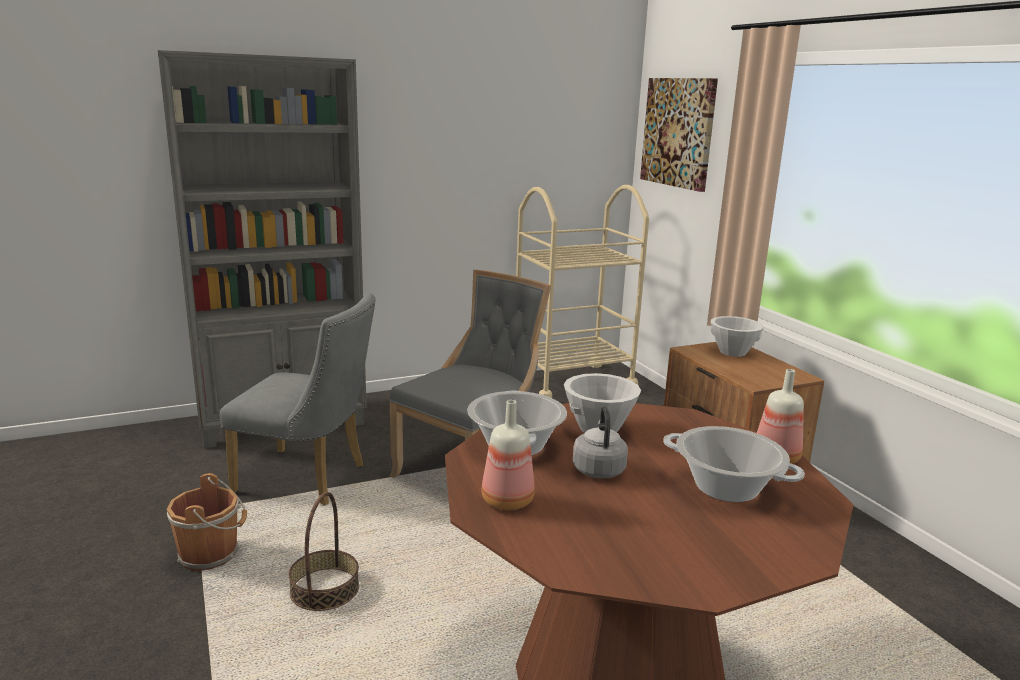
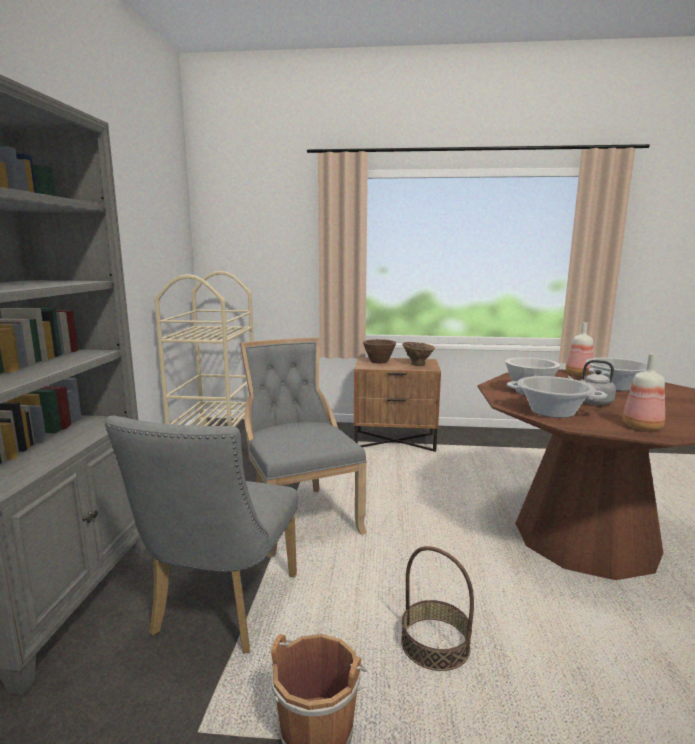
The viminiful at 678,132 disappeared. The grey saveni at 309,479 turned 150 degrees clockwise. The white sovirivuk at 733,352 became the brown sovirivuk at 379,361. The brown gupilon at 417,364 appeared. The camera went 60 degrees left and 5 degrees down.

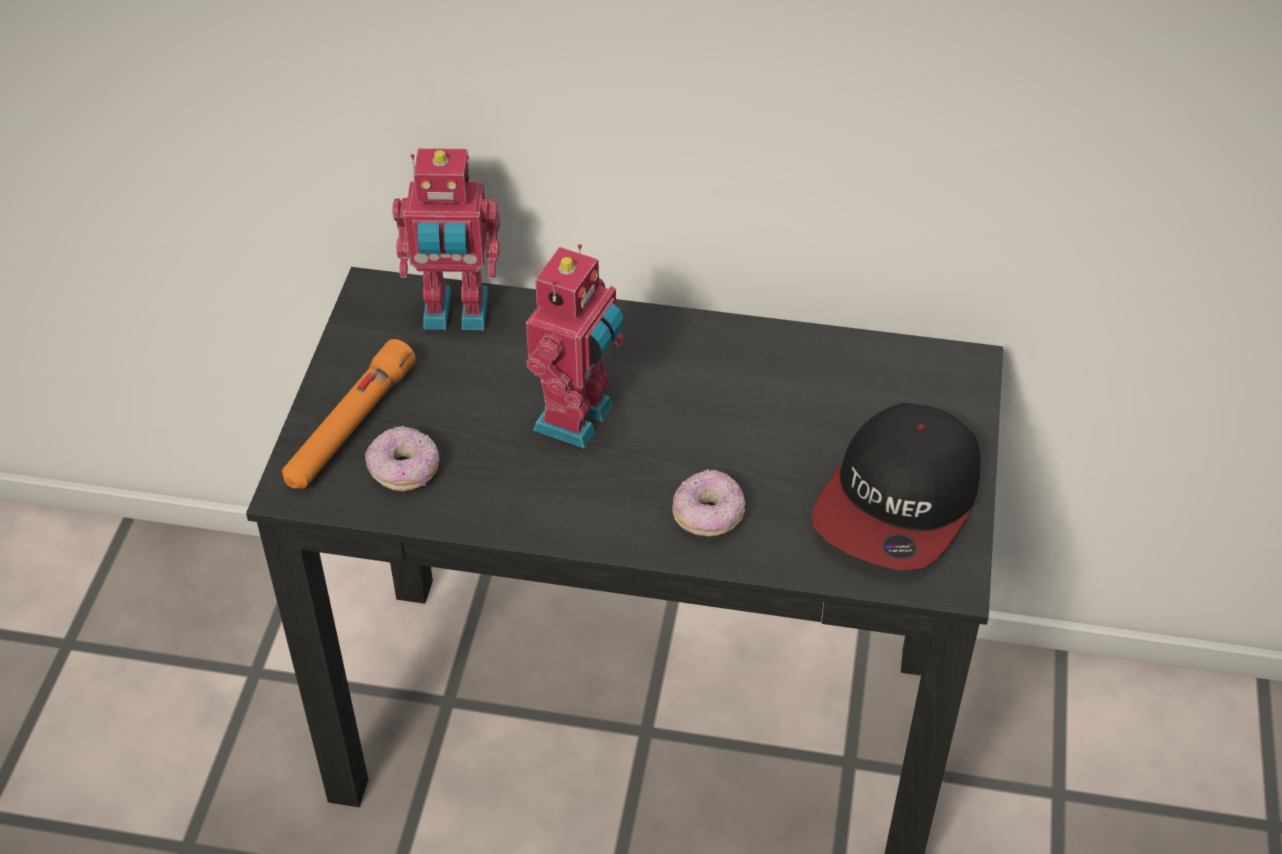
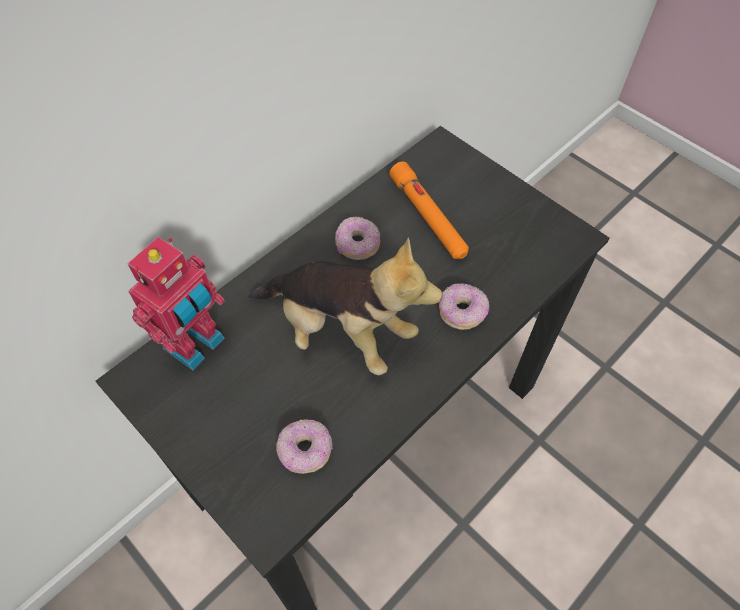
The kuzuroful at 578,420 was replaced by the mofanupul at 341,331. The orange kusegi moved from 350,426 to 428,217. The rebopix at 899,502 disappeared. The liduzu at 357,245 appeared. The camera went 55 degrees left and 10 degrees up.

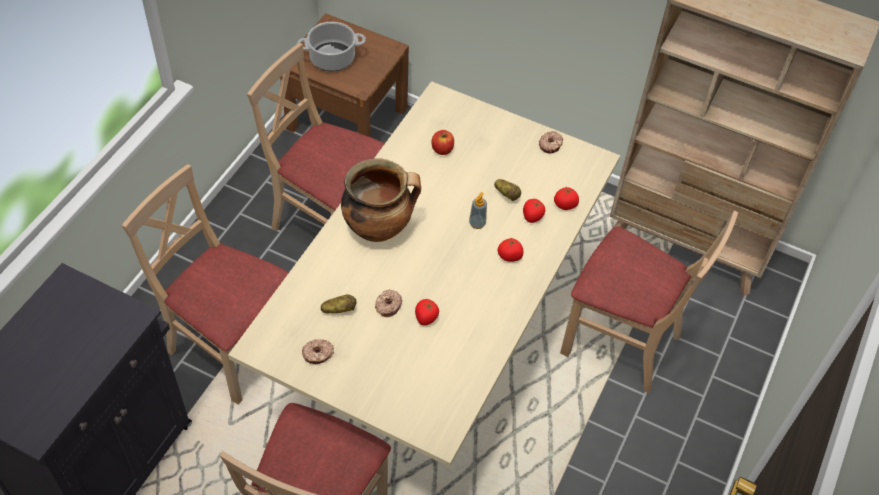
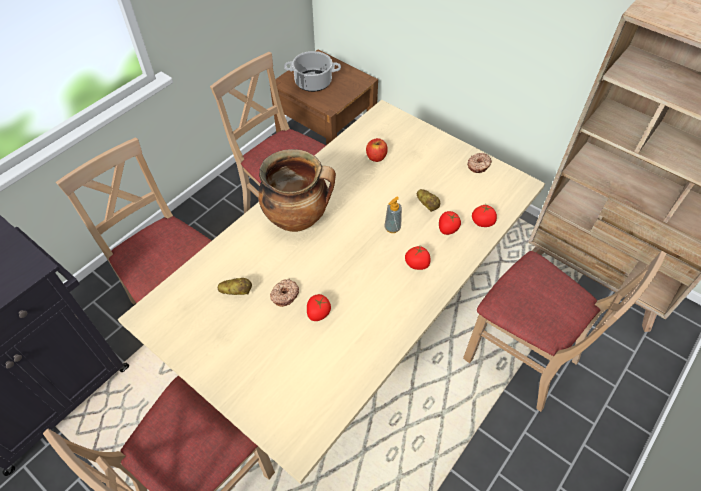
The liduzu at 318,354 disappeared. The camera went 15 degrees right and 0 degrees up.

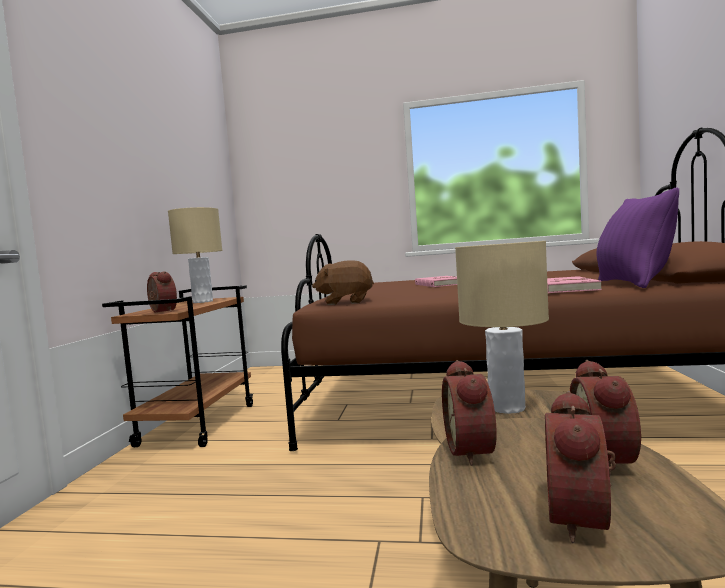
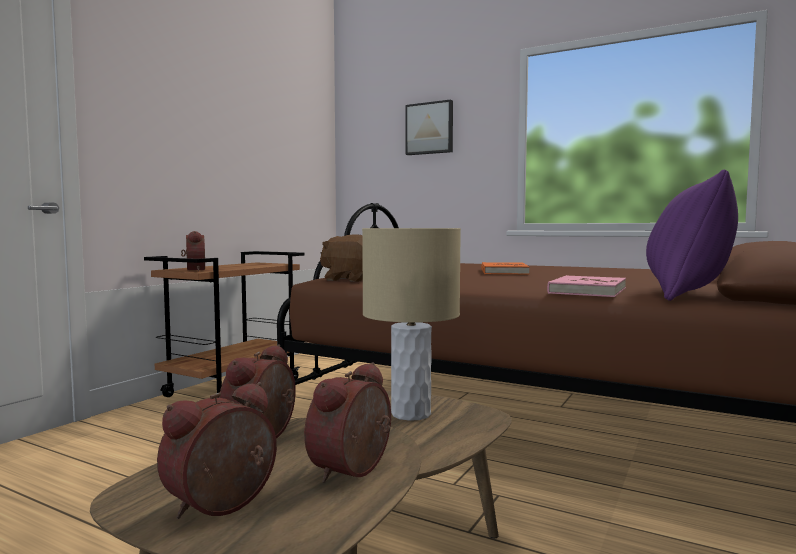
The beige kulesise at 202,302 disappeared. The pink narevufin at 440,284 became the orange narevufin at 503,272. The viminiful at 430,128 appeared. The camera went 20 degrees right and 0 degrees up.

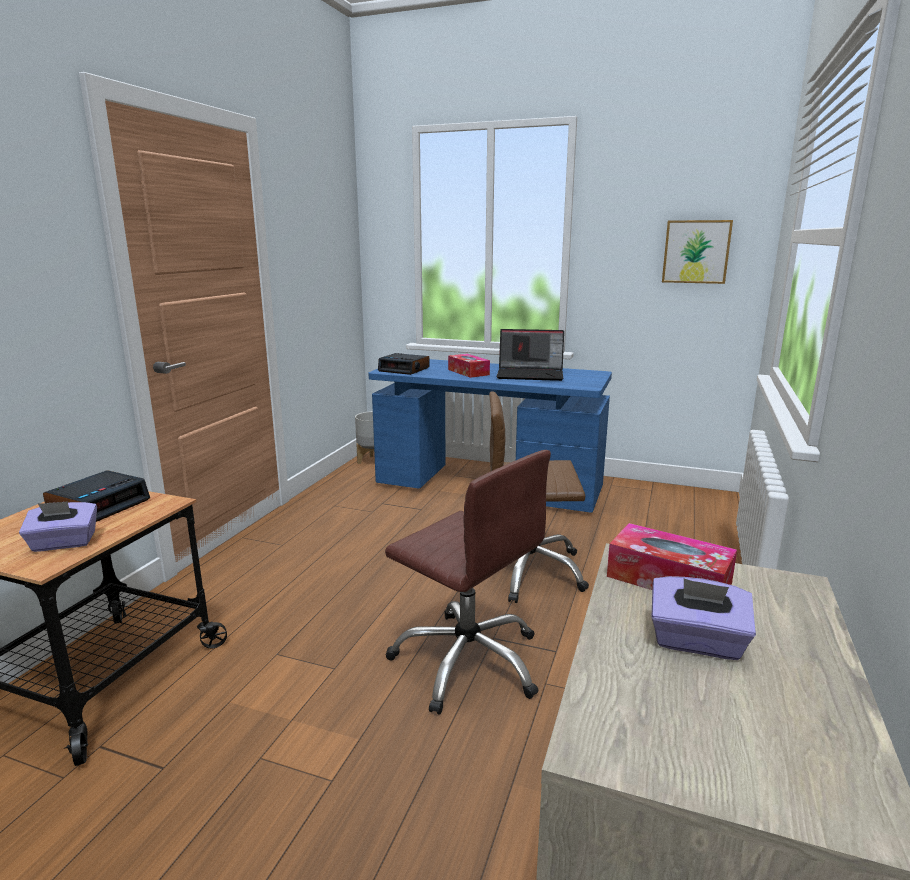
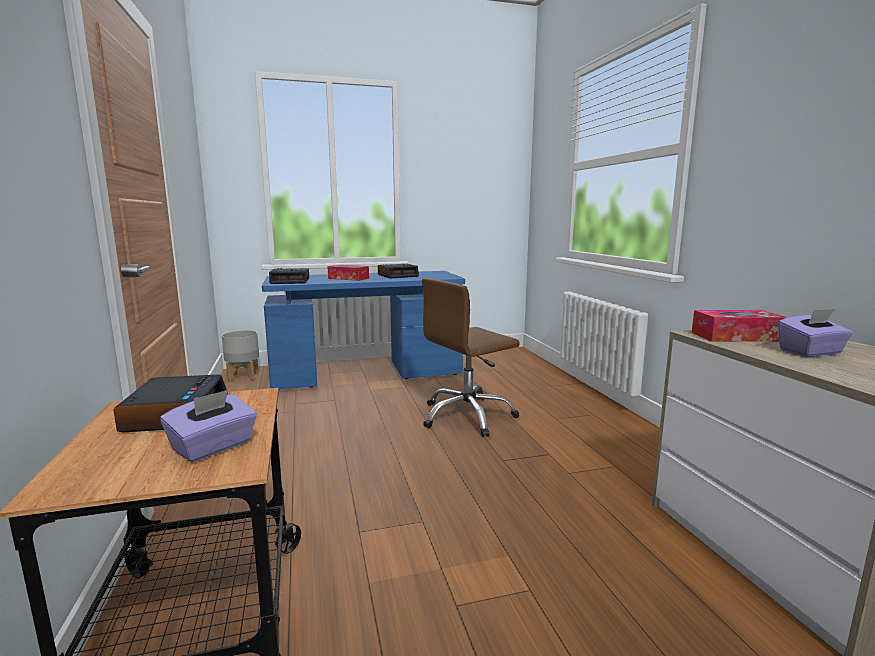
The viminiful at 696,251 disappeared. The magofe at 531,374 was replaced by the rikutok at 398,275. The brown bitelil at 468,661 disappeared. The camera went 35 degrees left and 5 degrees down.

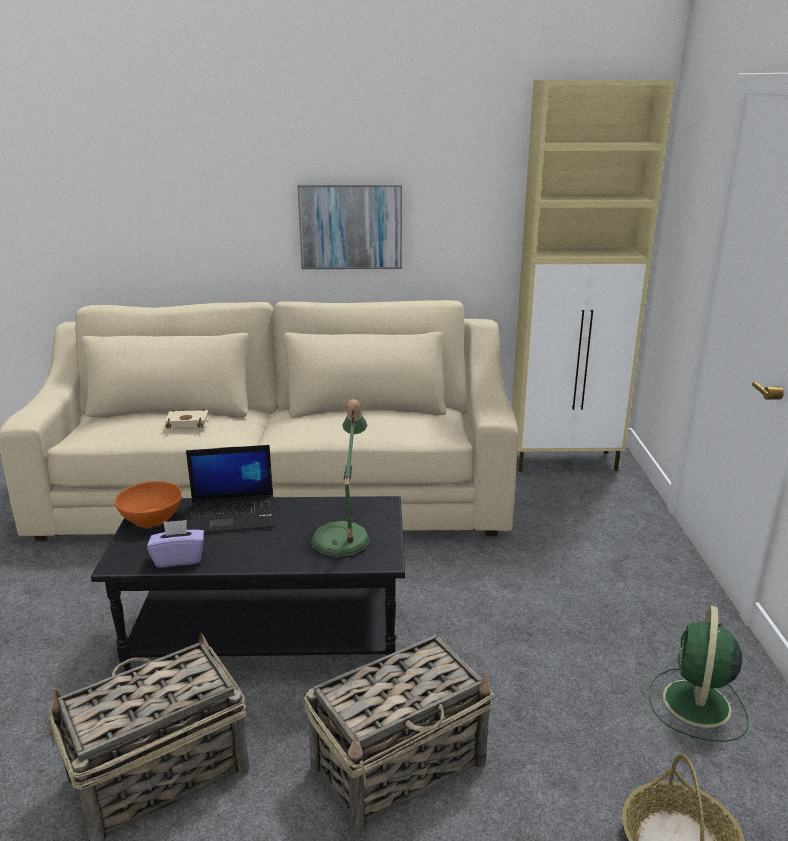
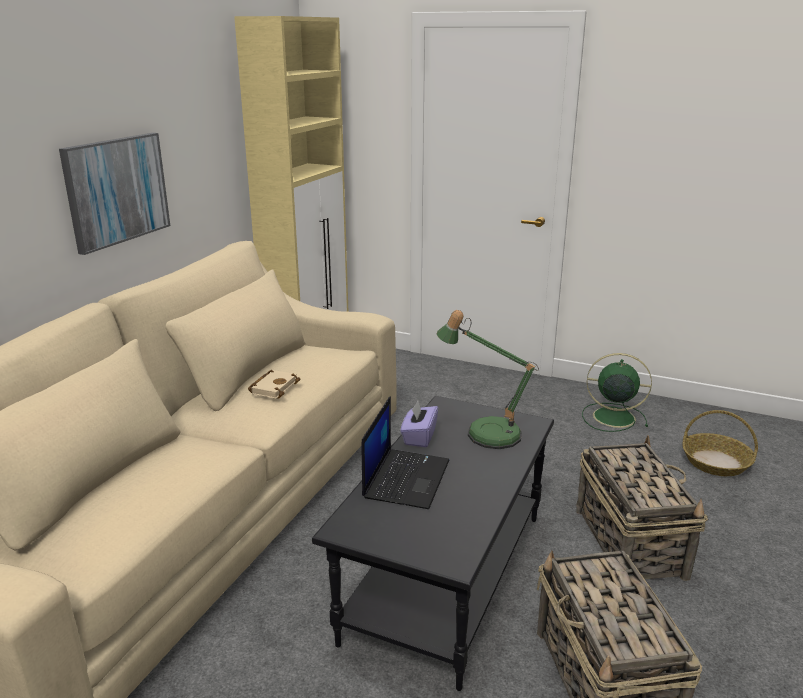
The beige narevufin moved from 189,421 to 273,387. The orange sovirivuk at 151,518 disappeared. The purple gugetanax moved from 179,558 to 419,437. The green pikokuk at 696,705 turned 150 degrees clockwise. The camera went 65 degrees left and 0 degrees up.

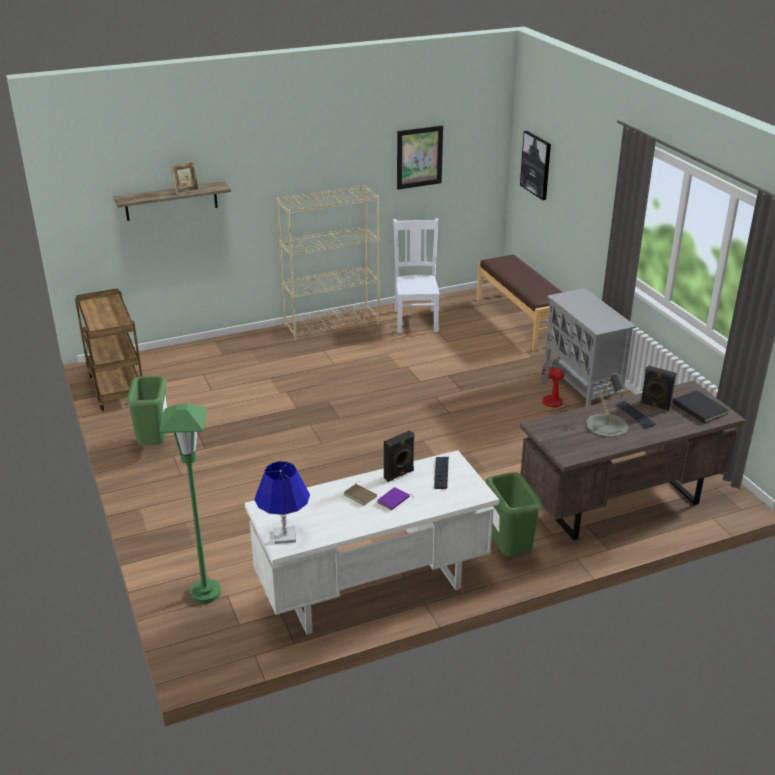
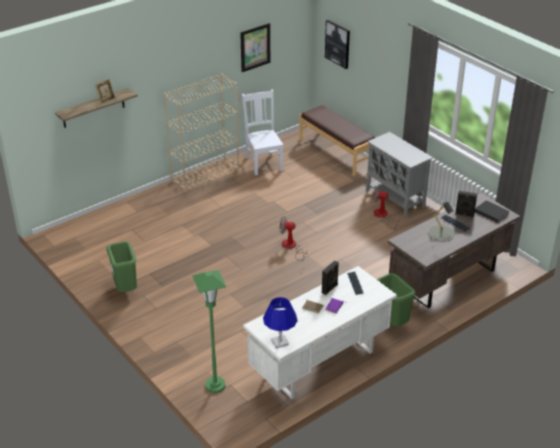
The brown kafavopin at 115,388 disappeared. The pikokuk at 291,247 appeared. The camera went 15 degrees left and 5 degrees up.

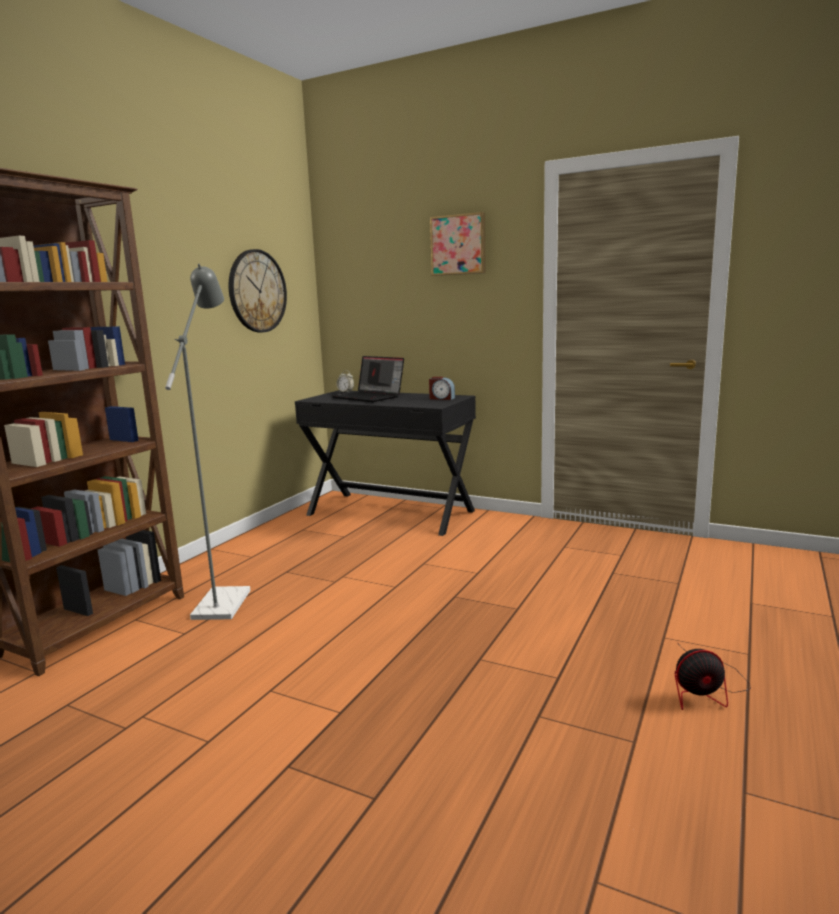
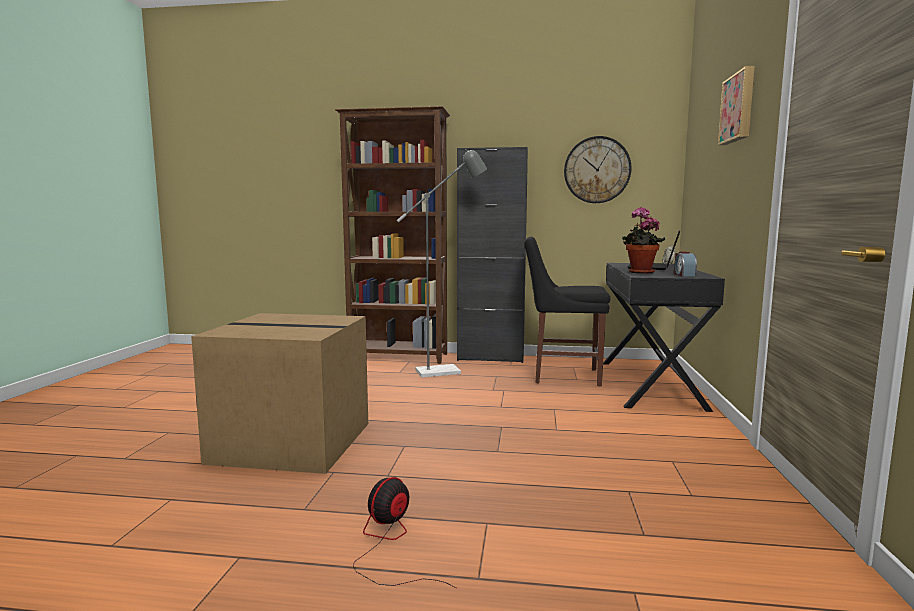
The pikokuk at 705,689 turned 60 degrees clockwise. The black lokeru at 491,358 appeared. The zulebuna at 639,272 appeared. The black saveni at 562,375 appeared. The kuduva at 295,441 appeared. The camera went 70 degrees right and 5 degrees down.

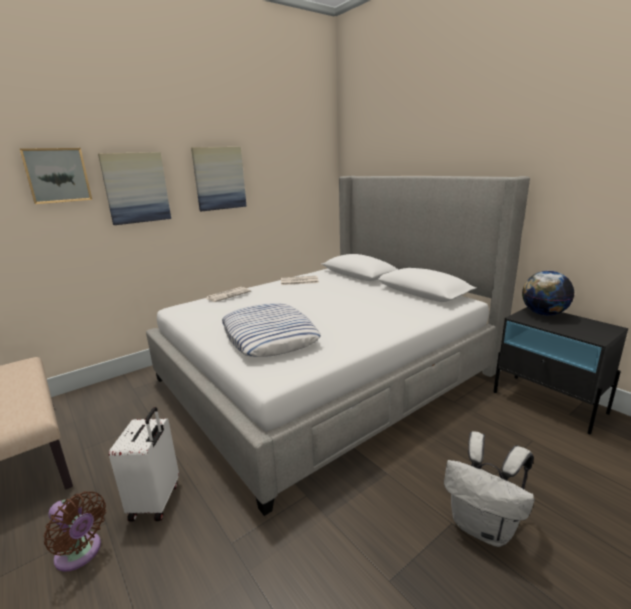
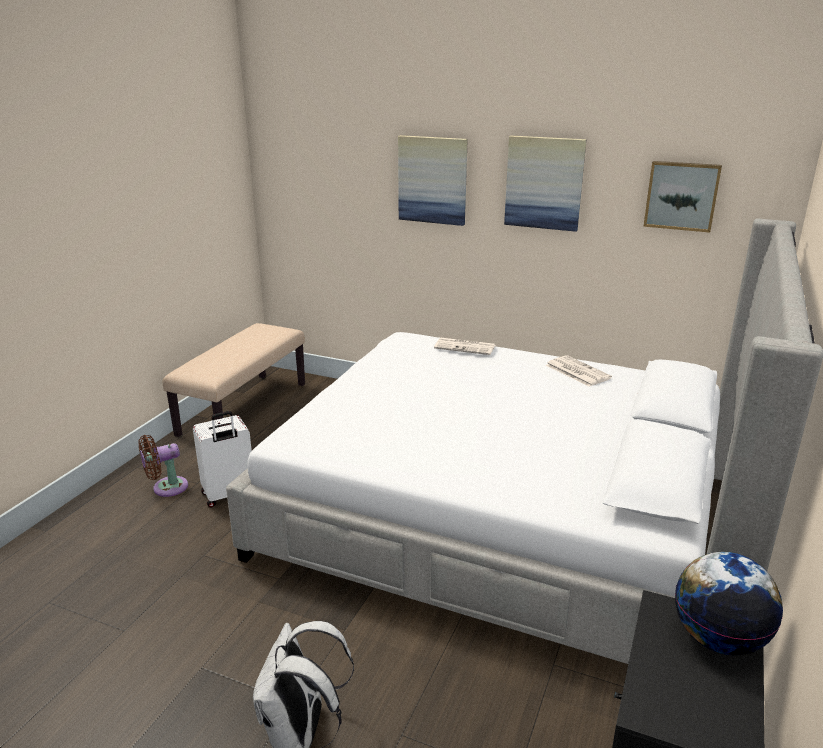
The viminiful moved from 57,175 to 681,195. The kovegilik at 269,336 disappeared. The brown pikokuk at 81,553 turned 60 degrees clockwise. The camera went 60 degrees right and 5 degrees up.

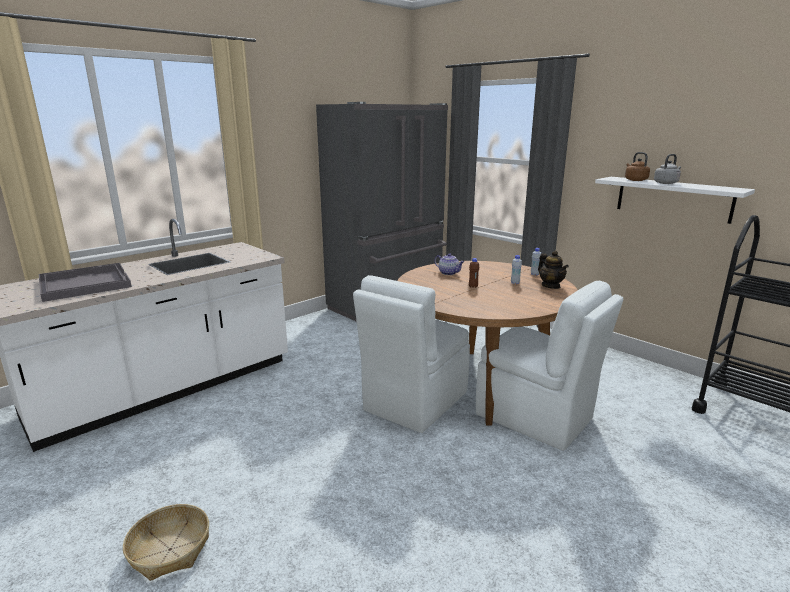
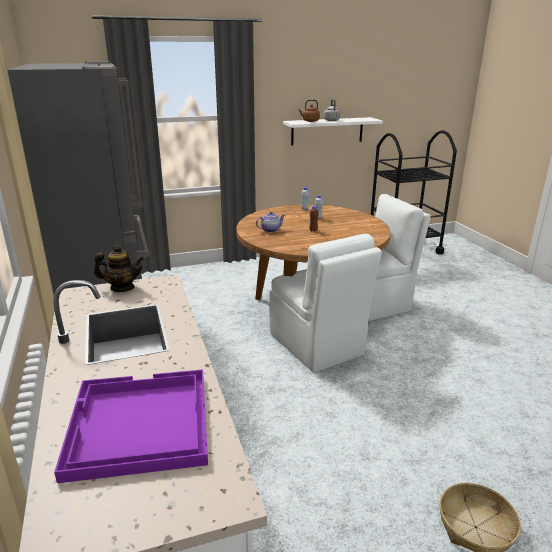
The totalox moved from 551,286 to 122,288. The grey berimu at 84,283 became the purple berimu at 138,425. The camera went 65 degrees left and 5 degrees up.

